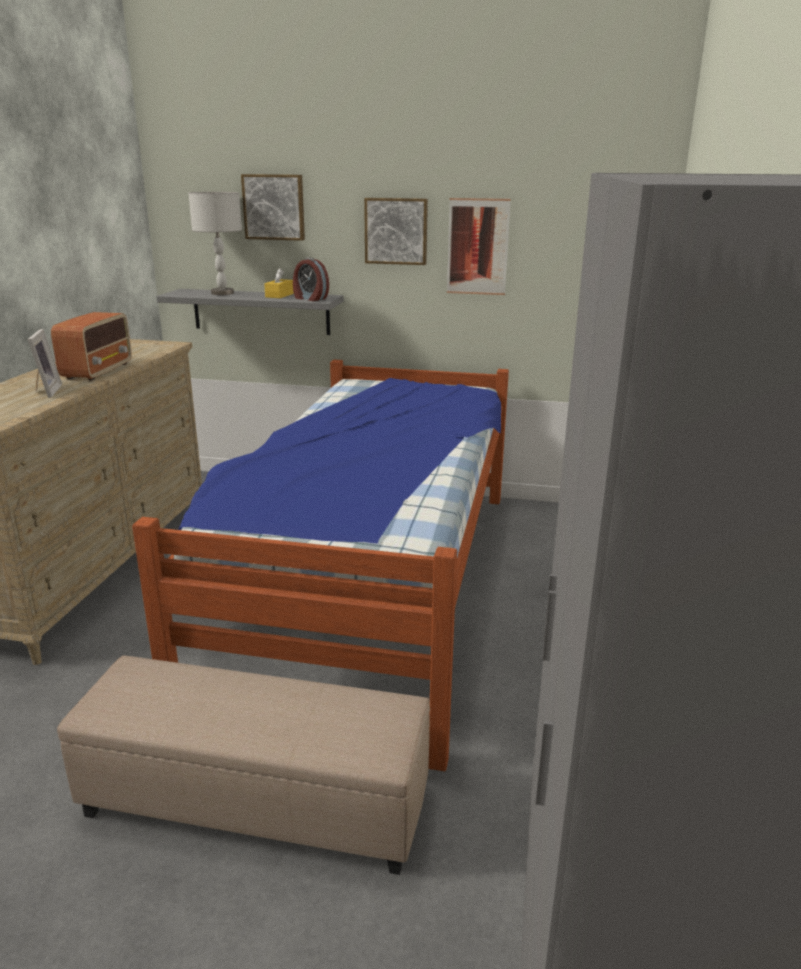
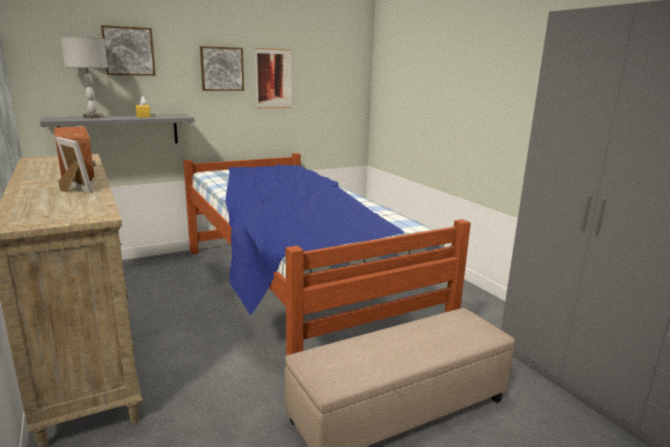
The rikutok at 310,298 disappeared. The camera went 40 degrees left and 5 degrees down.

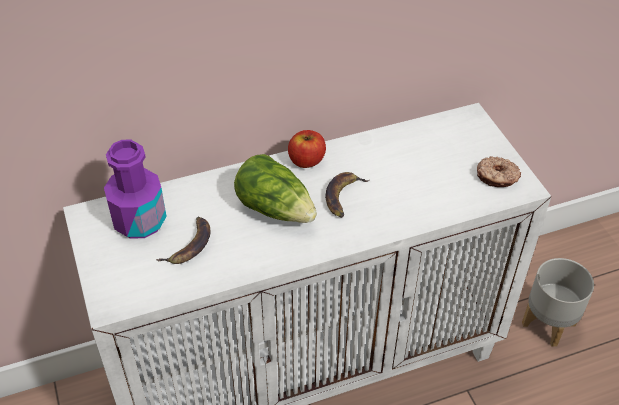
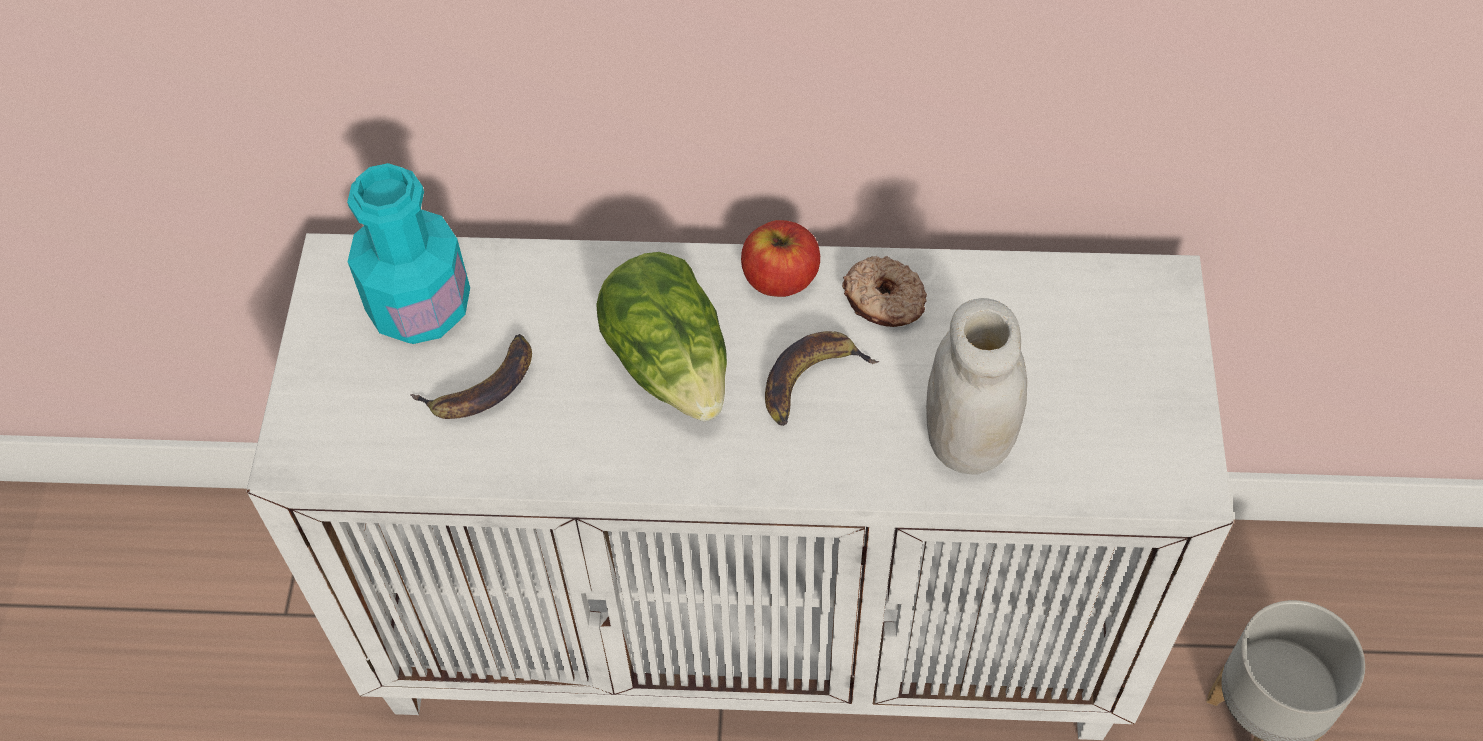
The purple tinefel at 139,221 became the turquoise tinefel at 420,306. The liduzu moved from 496,177 to 884,301. The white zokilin at 967,441 appeared. The camera went 25 degrees right and 10 degrees up.

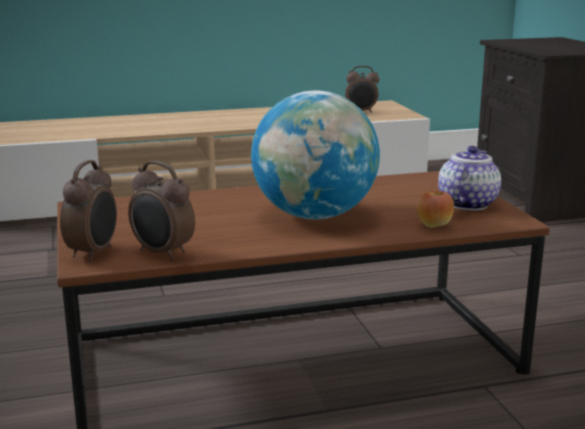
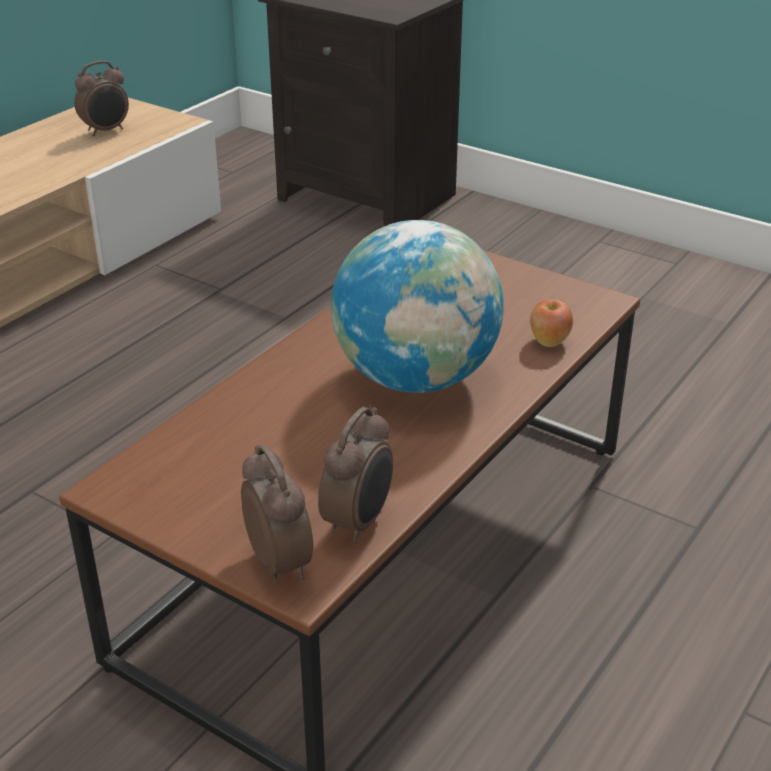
The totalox at 467,203 disappeared. The rikutok at 162,254 turned 60 degrees counterclockwise. The camera went 40 degrees left and 15 degrees up.

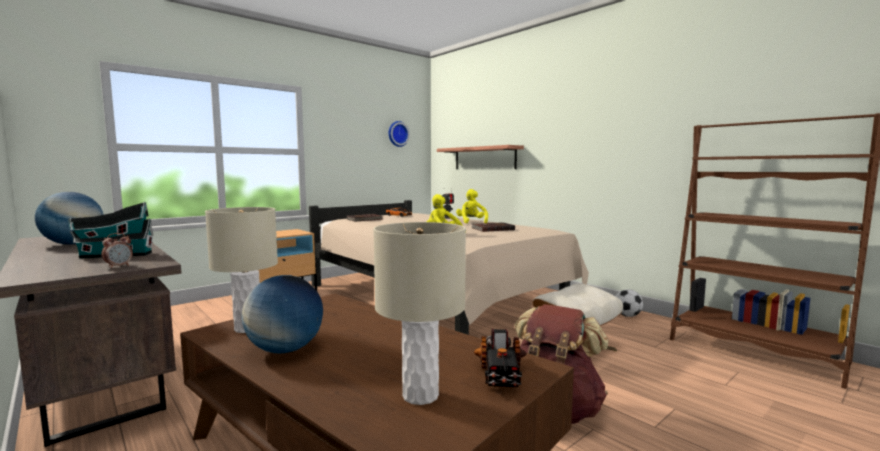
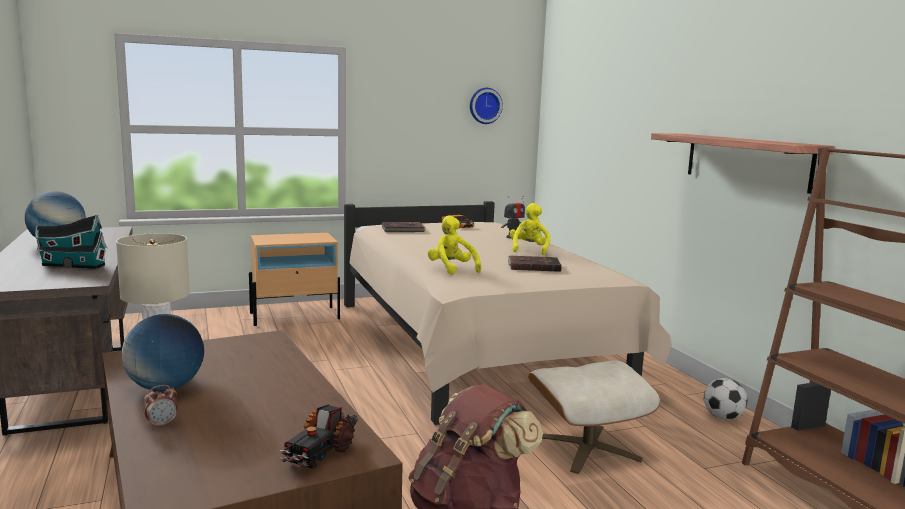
The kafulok moved from 484,158 to 746,161. The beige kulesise at 420,395 disappeared. The rikutok moved from 118,266 to 162,425. The camera went 20 degrees right and 5 degrees up.

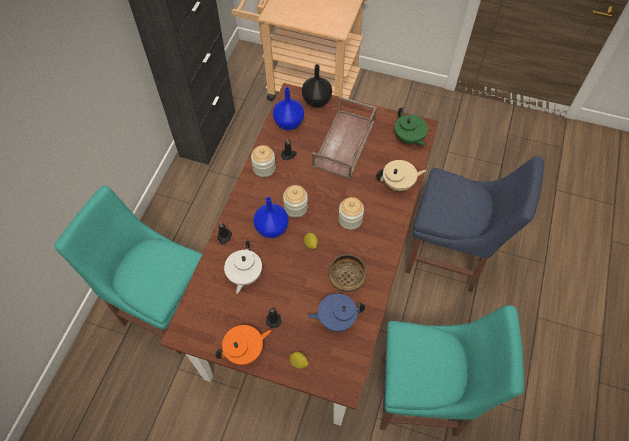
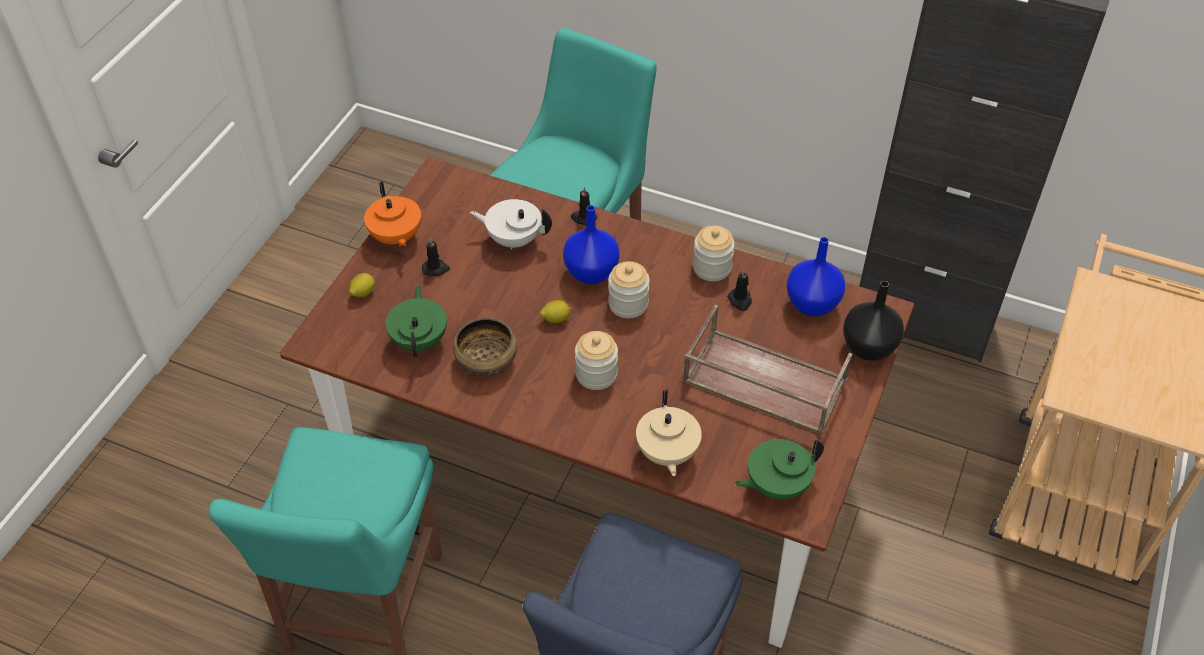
The blue totalox at 336,319 became the green totalox at 420,340. The camera went 95 degrees right and 10 degrees down.

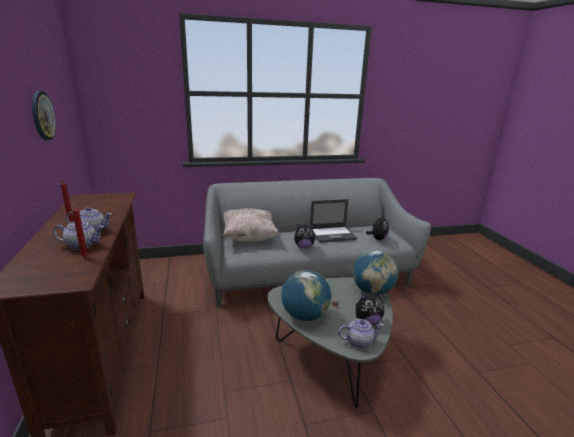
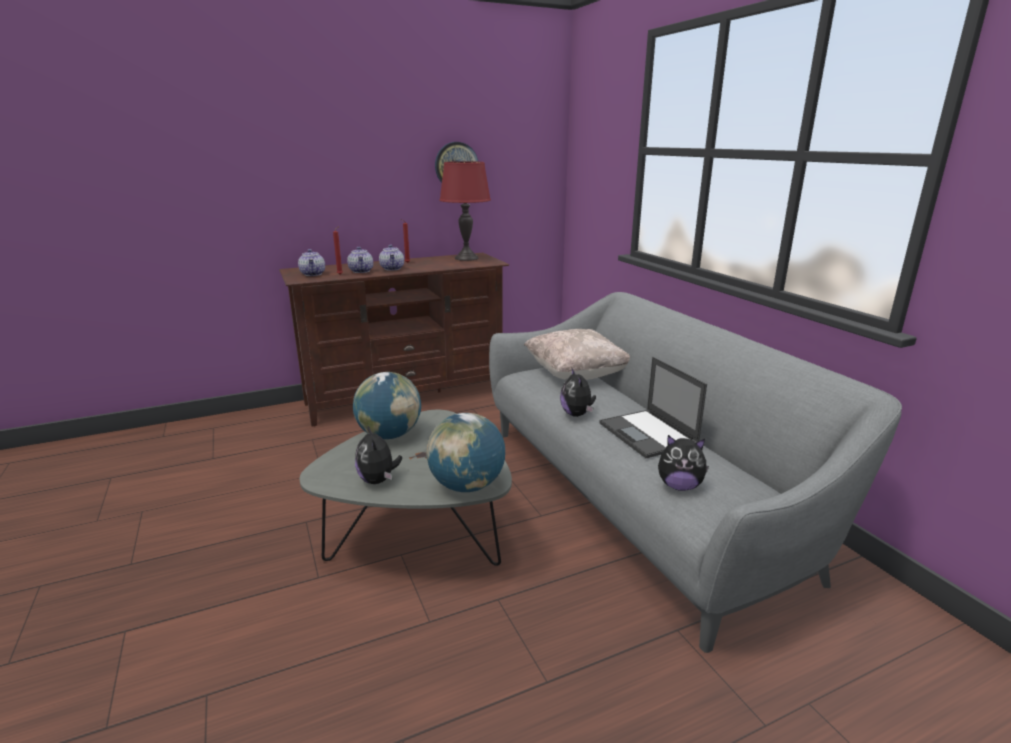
The totalox moved from 359,341 to 313,274. The red kulesise at 466,258 appeared. The camera went 80 degrees right and 0 degrees up.

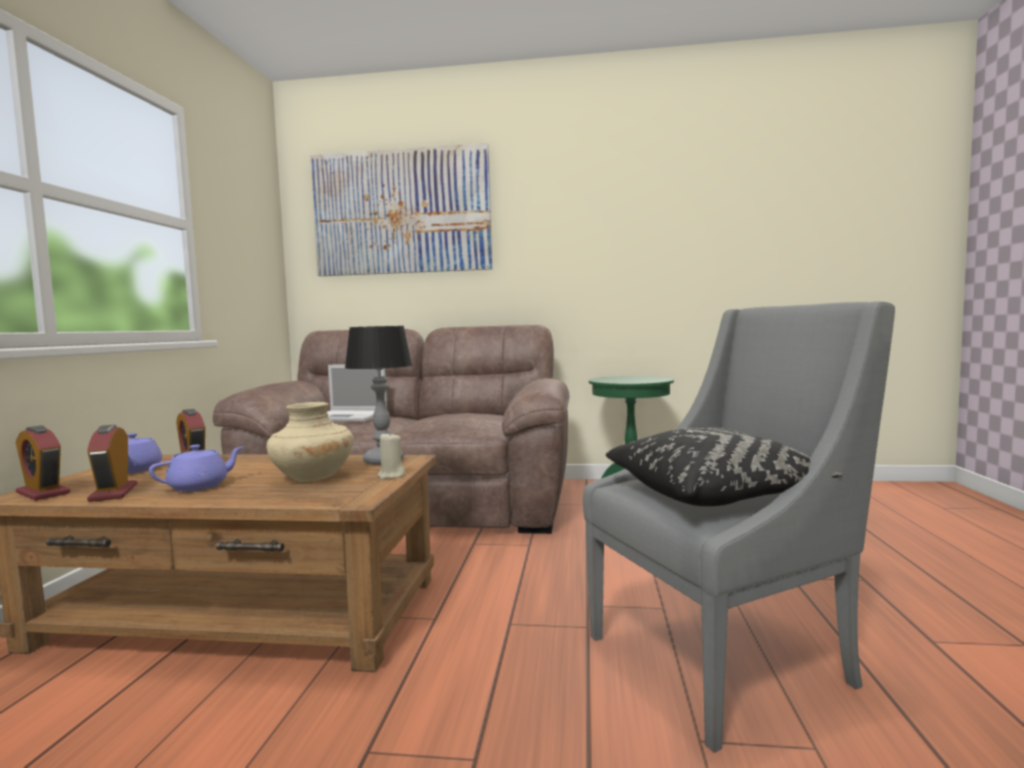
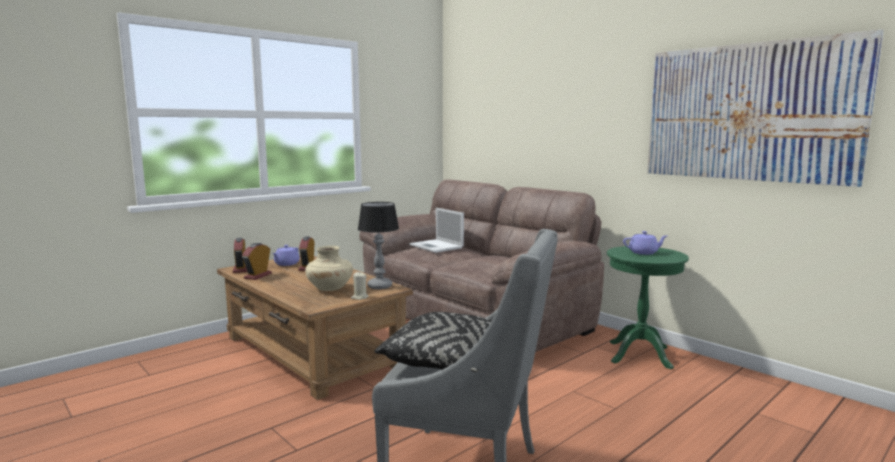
The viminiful moved from 401,212 to 748,112. The purple totalox moved from 200,486 to 644,252. The camera went 40 degrees right and 5 degrees up.

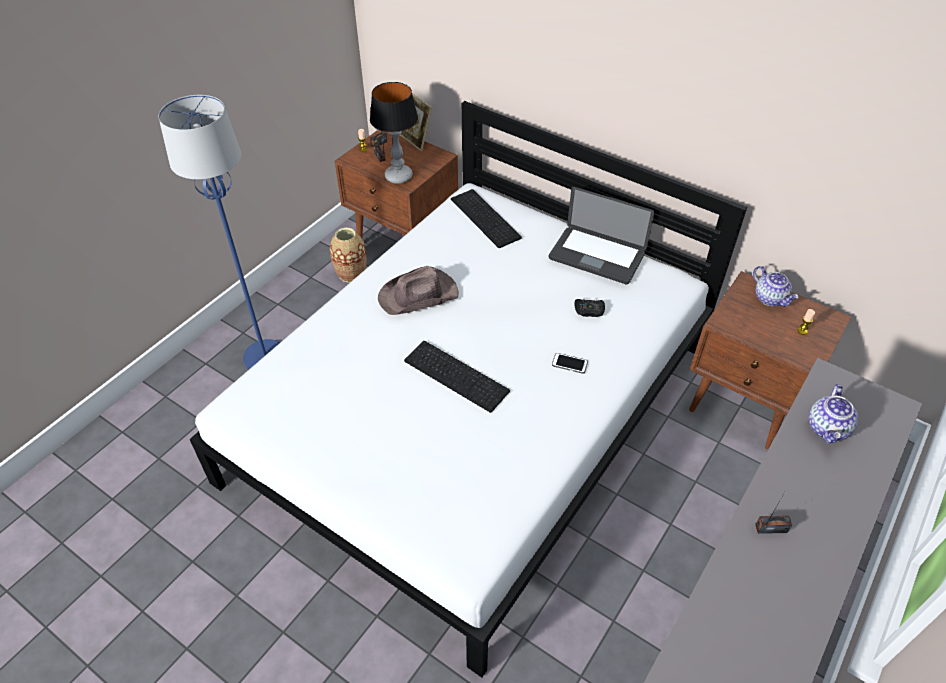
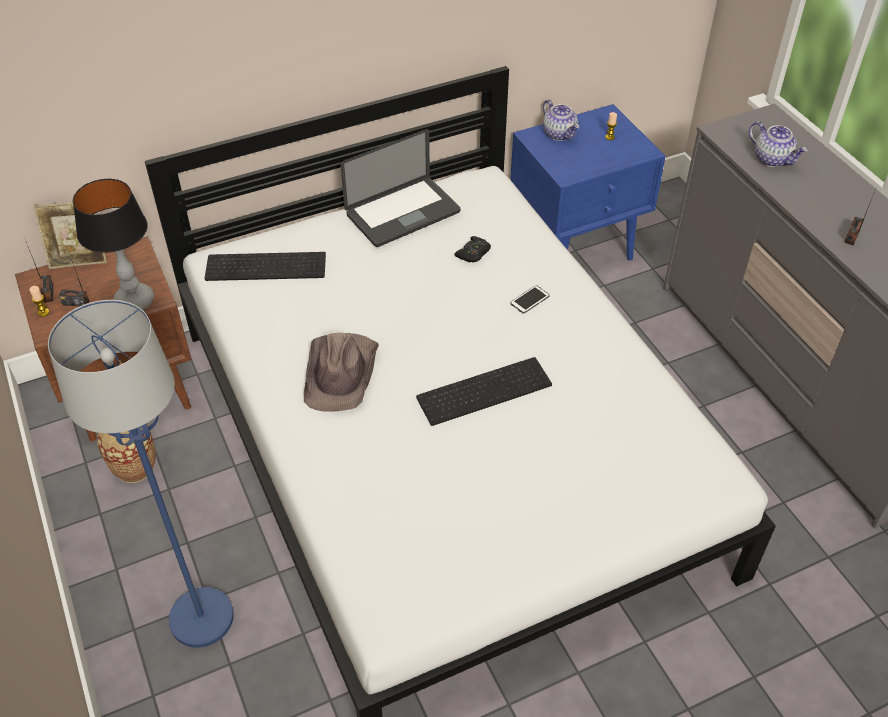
The totalox at 770,298 turned 60 degrees clockwise. The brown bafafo at 744,405 became the blue bafafo at 576,247. The camera went 60 degrees left and 0 degrees up.

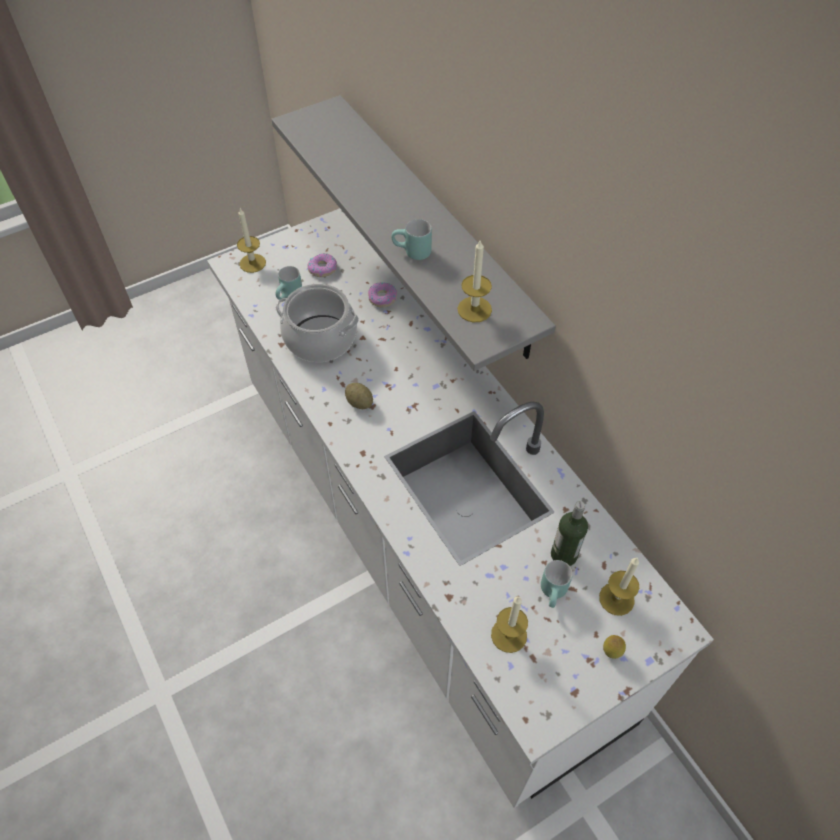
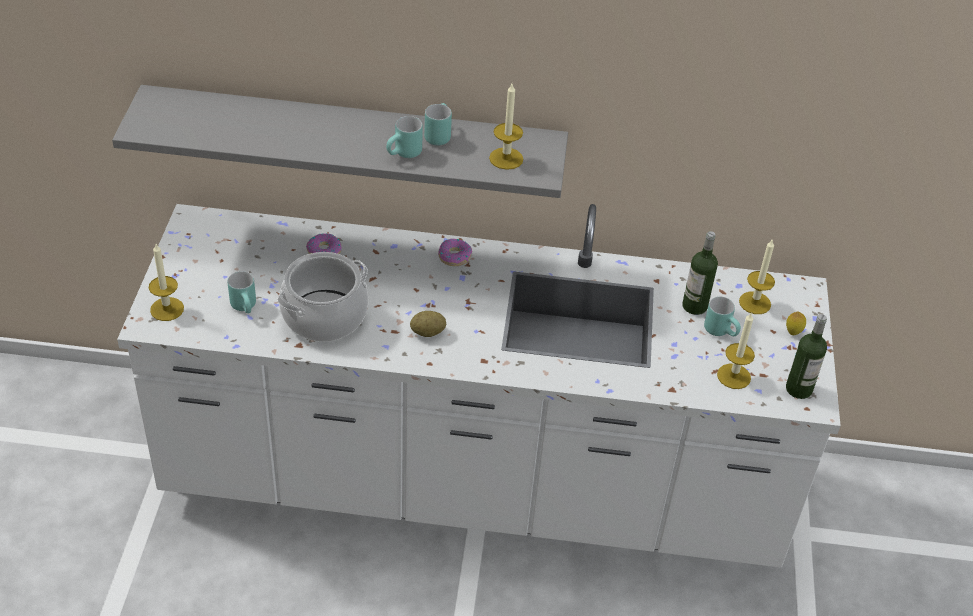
The liduzu moved from 322,268 to 454,256. The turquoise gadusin at 437,134 appeared. The tinefel at 798,389 appeared. The camera went 55 degrees left and 10 degrees down.

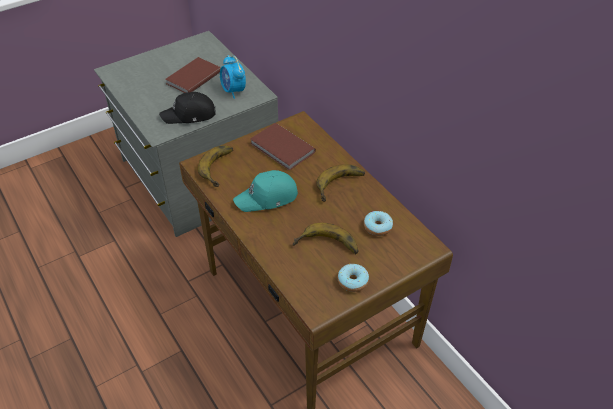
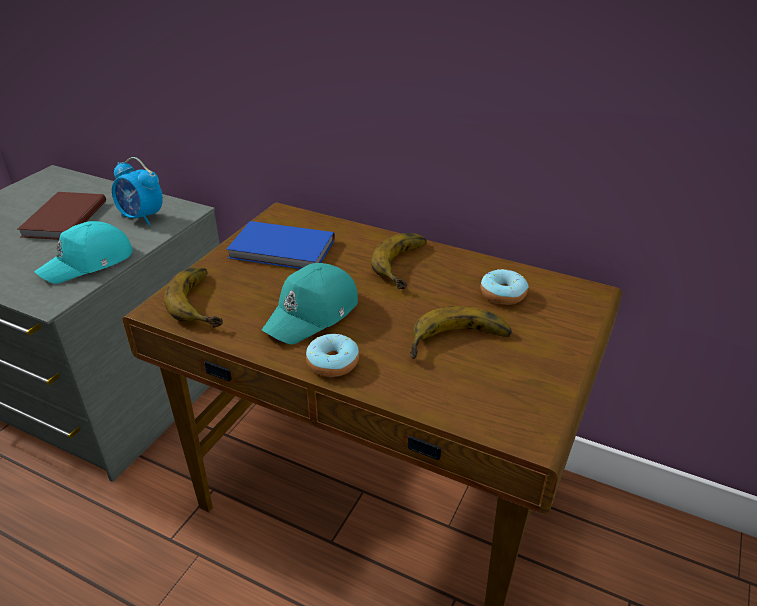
The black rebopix at 189,115 became the turquoise rebopix at 89,263. The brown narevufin at 282,149 became the blue narevufin at 282,250. The liduzu moved from 352,281 to 332,363. The camera went 30 degrees left and 10 degrees down.

